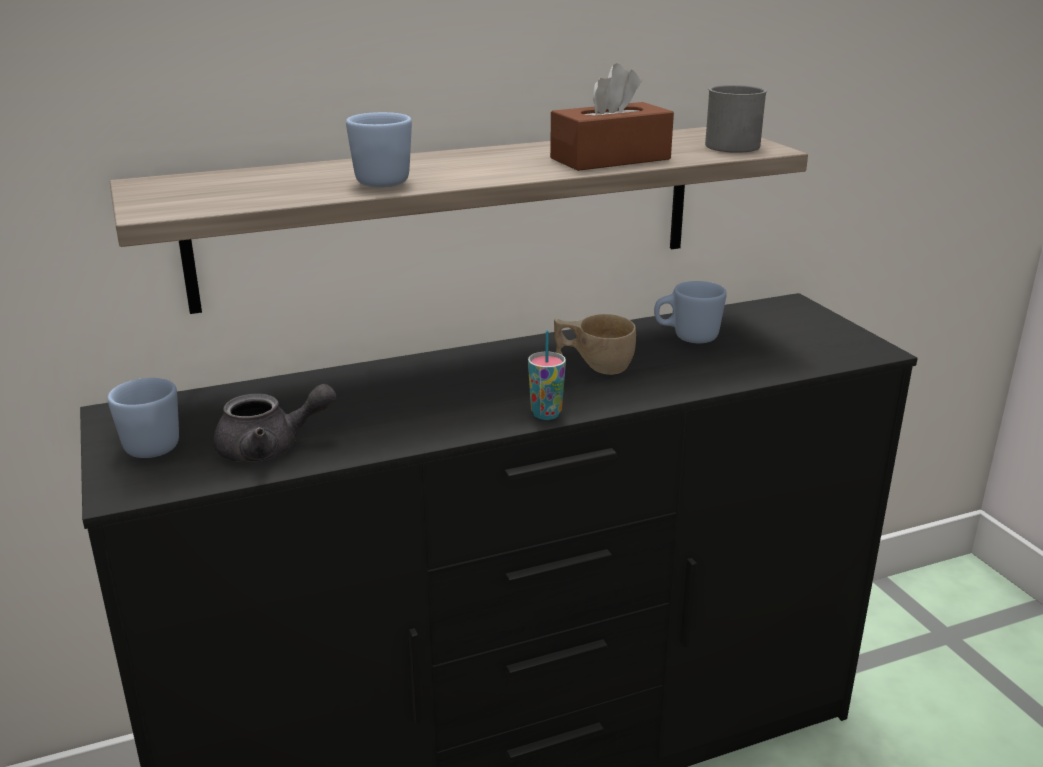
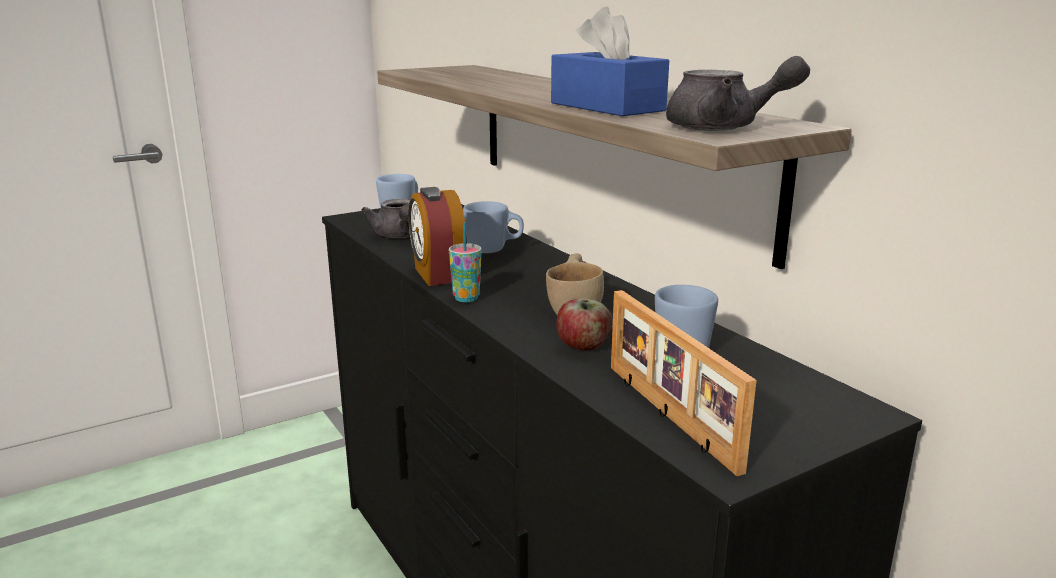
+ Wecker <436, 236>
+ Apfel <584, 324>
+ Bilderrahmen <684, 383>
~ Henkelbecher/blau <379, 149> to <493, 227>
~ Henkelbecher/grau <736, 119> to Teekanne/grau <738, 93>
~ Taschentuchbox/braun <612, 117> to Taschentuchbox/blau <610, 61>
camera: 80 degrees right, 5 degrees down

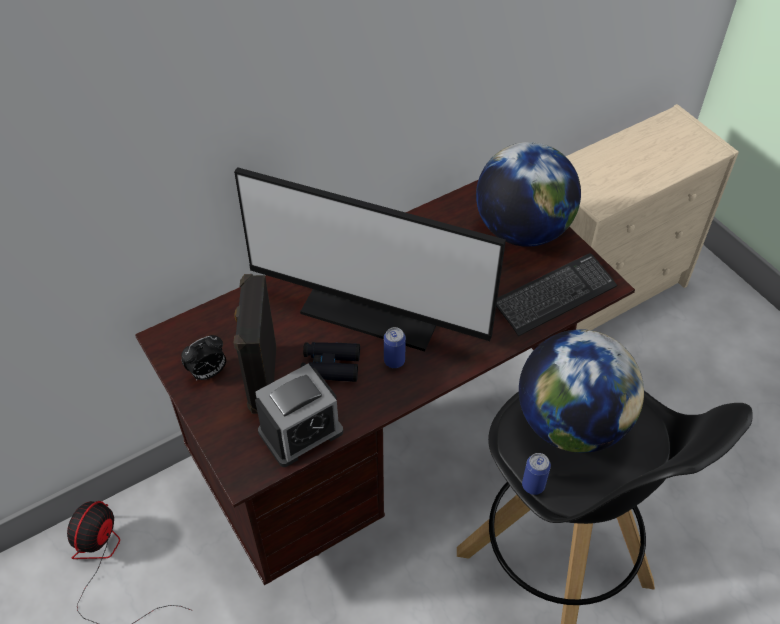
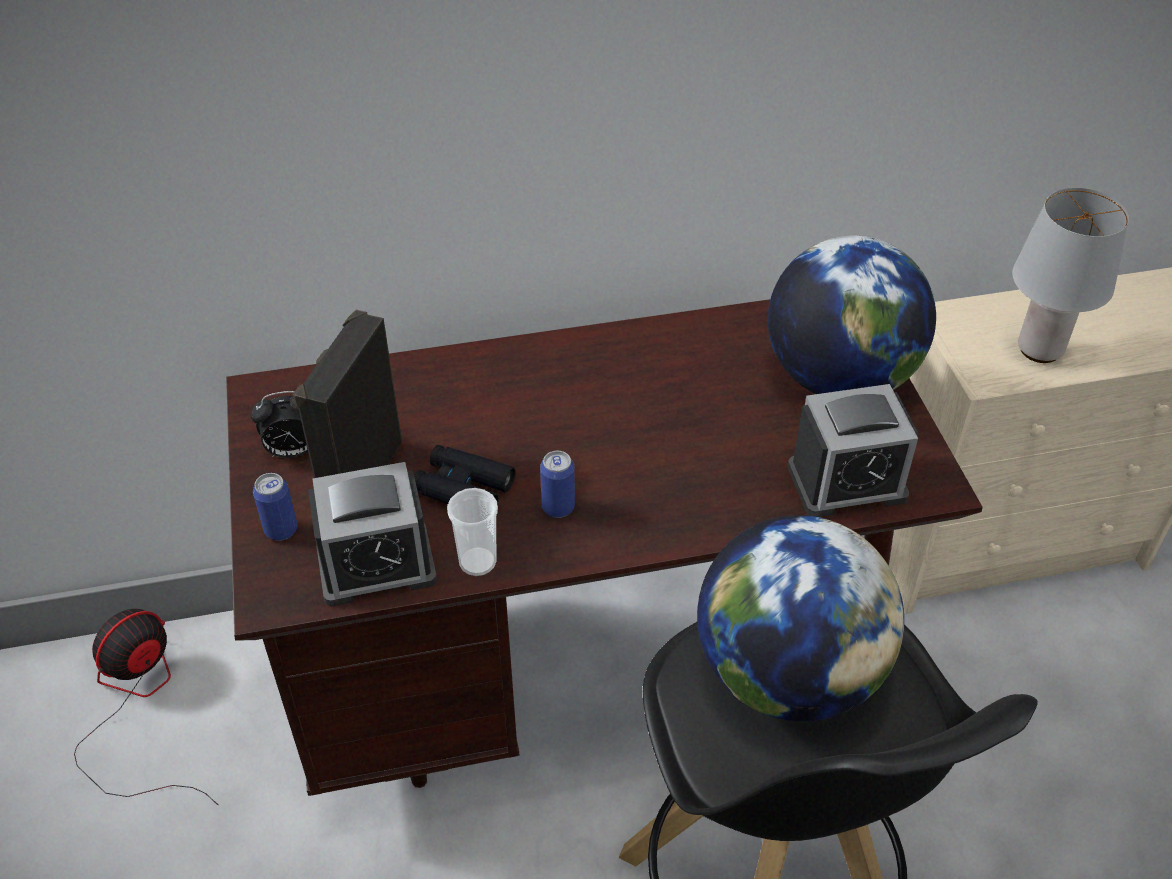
- Monitor <370, 259>
+ Tasse <472, 532>
+ Tischlampe/grau <1070, 275>
~ Dose <536, 474> to <275, 507>
~ Tastatur <556, 294> to Wecker <852, 450>
camera: 20 degrees right, 5 degrees down

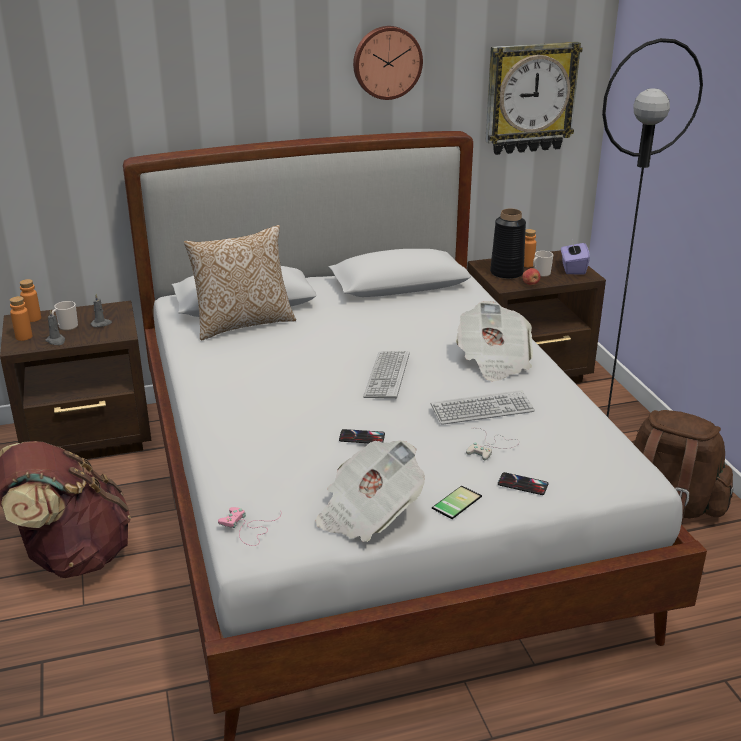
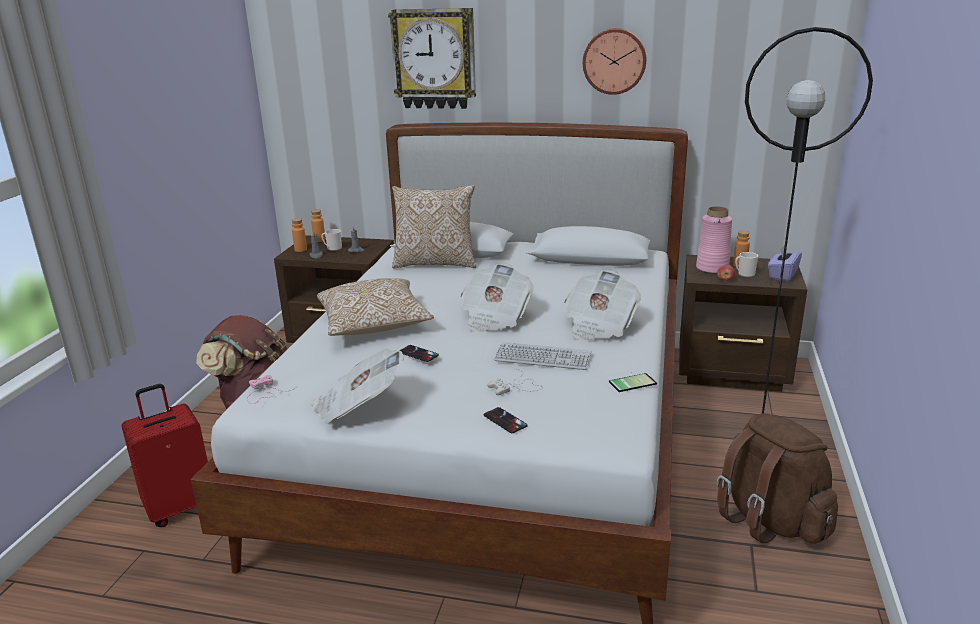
+ Koffer/rot <164, 455>
+ Kissen <375, 307>
~ Handy <457, 502> to <633, 382>
~ Wanduhr <534, 98> to <432, 58>
~ Tastatur <386, 375> to Zeitung <497, 297>
~ Vase/schwarz <508, 244> to Vase/rosa <714, 240>
camera: 30 degrees right, 5 degrees down

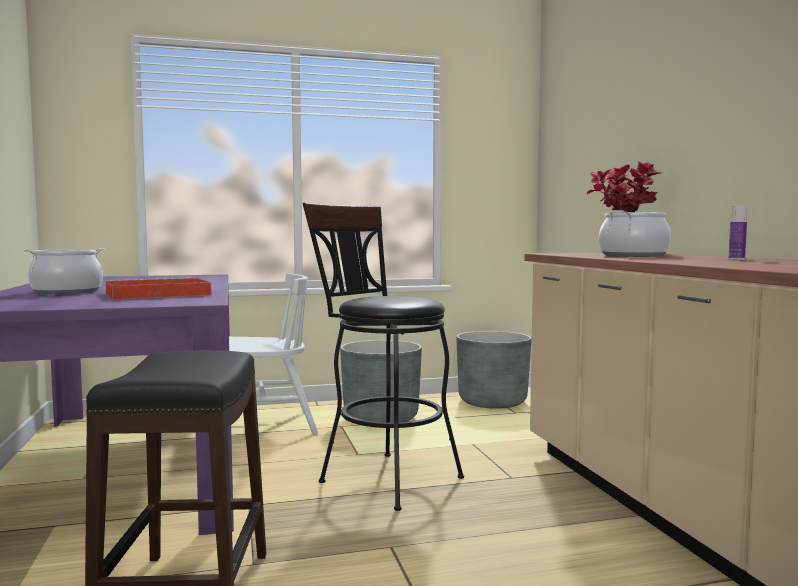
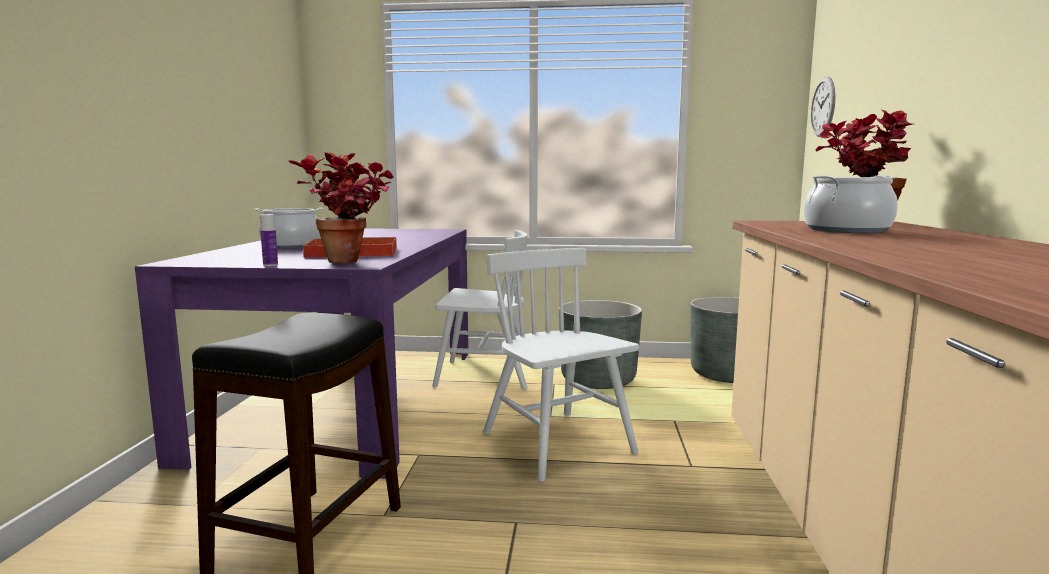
+ Topfpflanze <341, 207>
+ Wanduhr <823, 107>
~ Flasche <738, 233> to <269, 240>
~ Hocker/schwarz <383, 356> to Stuhl/weiß <561, 365>
camera: 20 degrees right, 5 degrees up

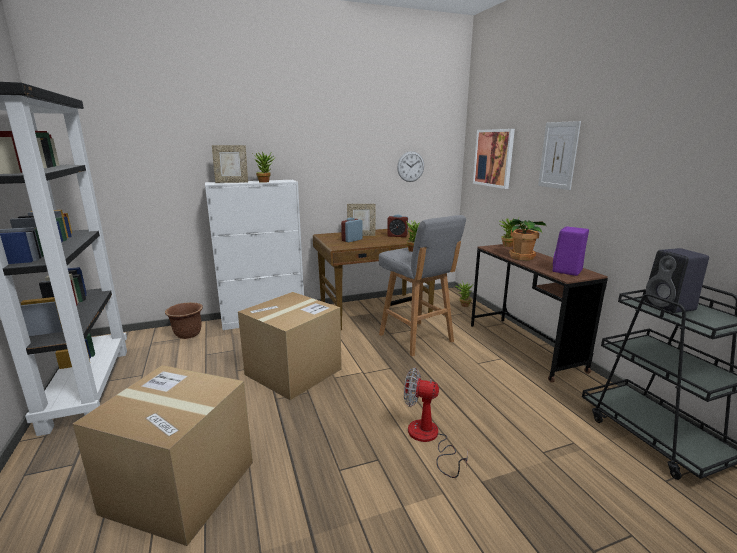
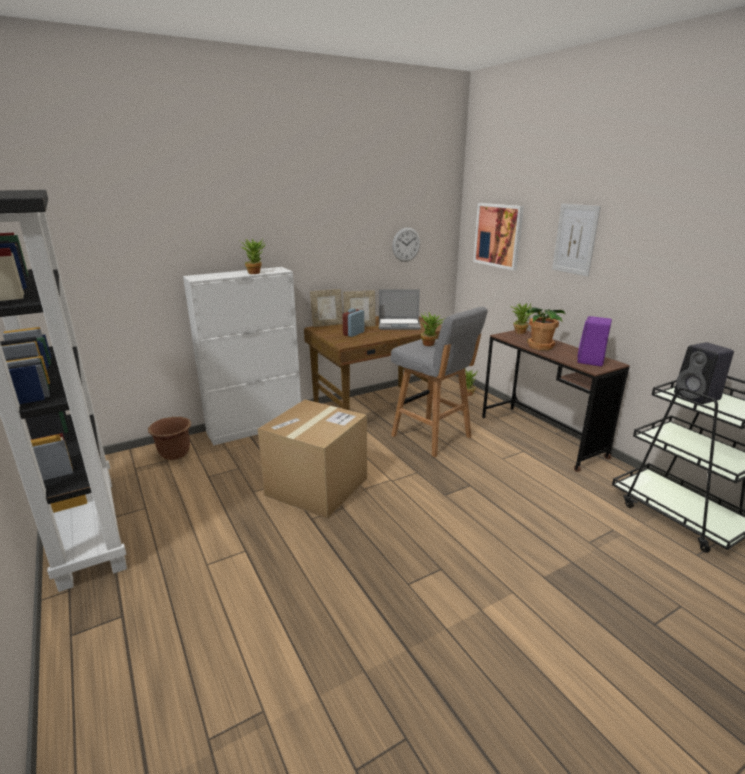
- Karton <163, 455>
- Ventilator <436, 423>
~ Bilderrahmen <230, 164> to <326, 308>
~ Wecker <397, 226> to Laptop <400, 309>
camera: 10 degrees left, 5 degrees up

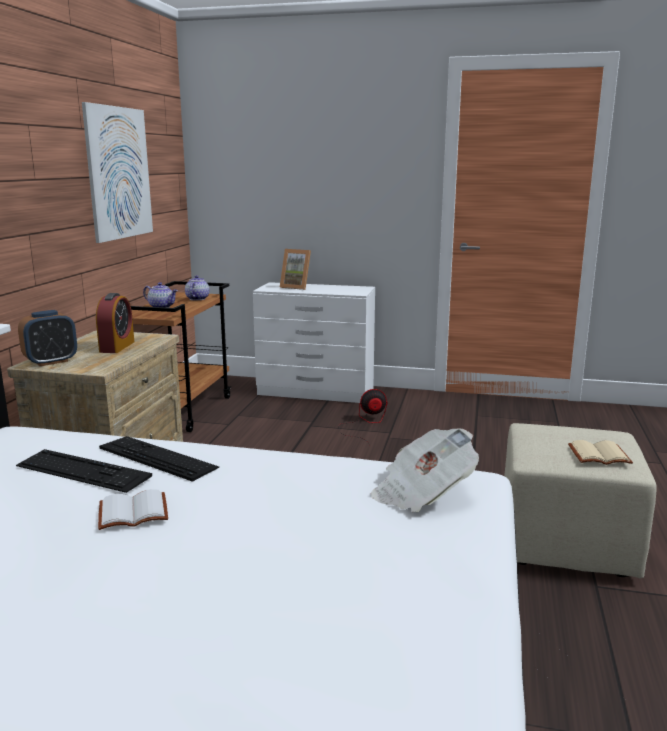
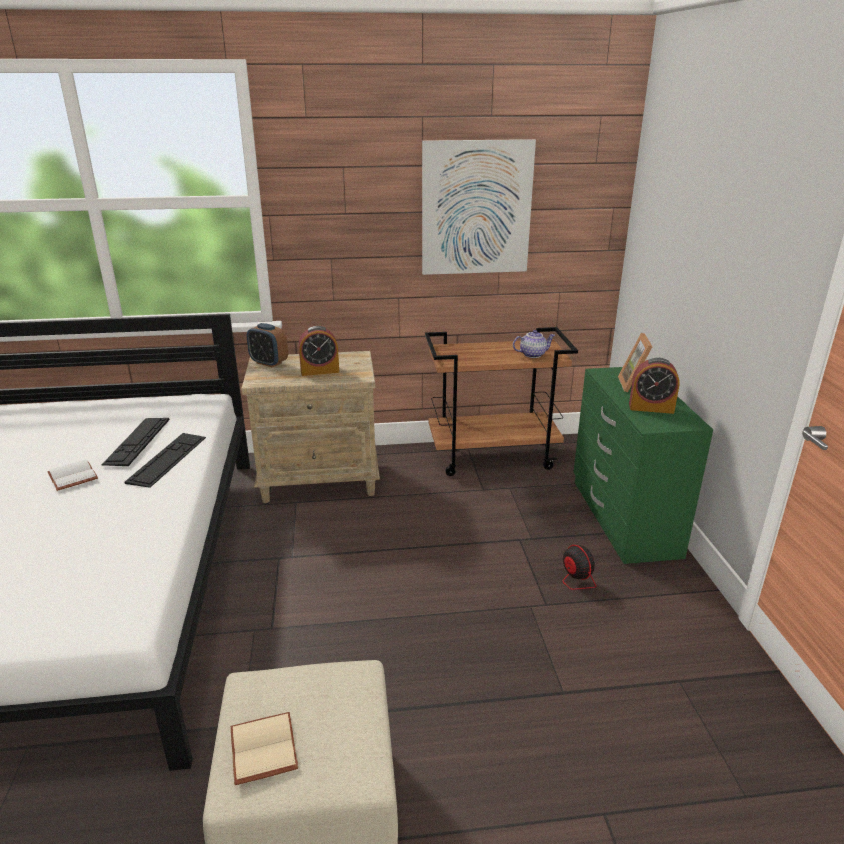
- Teekanne <160, 295>
- Zeitung <425, 470>
+ Wecker <654, 386>
~ Kommode/weiß <314, 342> to Kommode/grün <643, 465>
camera: 70 degrees right, 10 degrees up

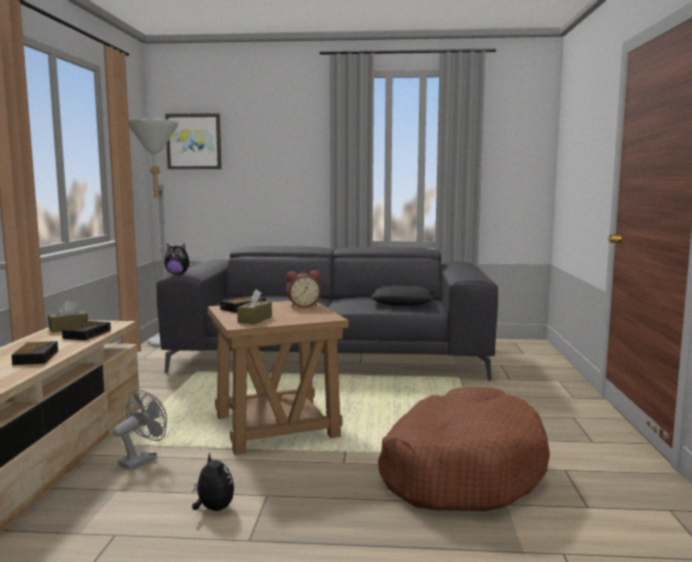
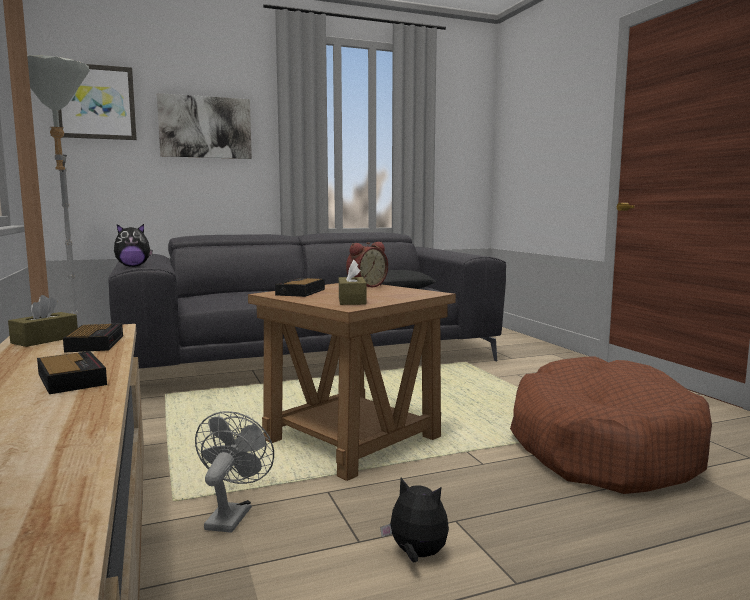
+ Bild <204, 126>
camera: 25 degrees left, 0 degrees up

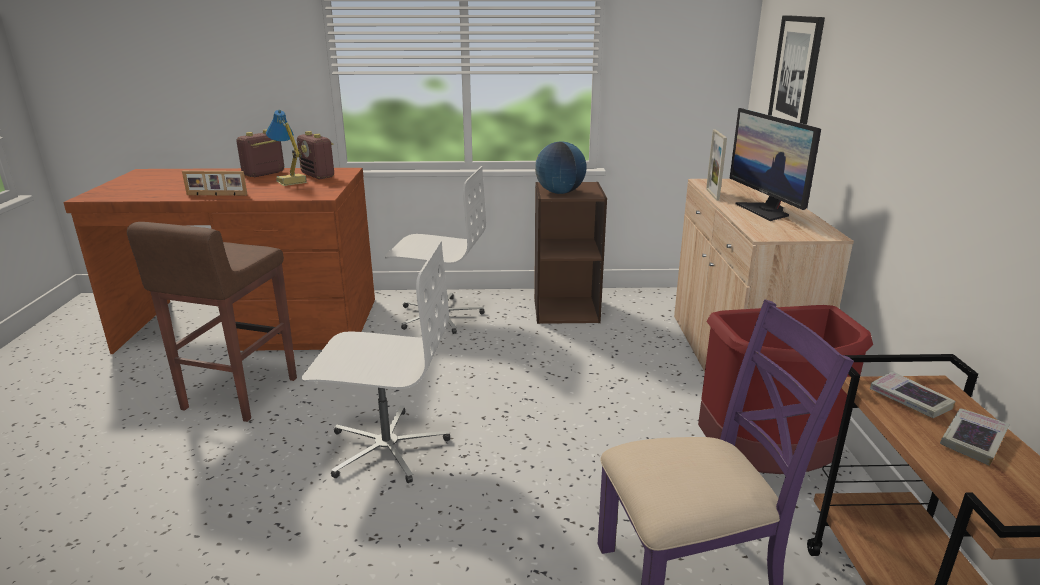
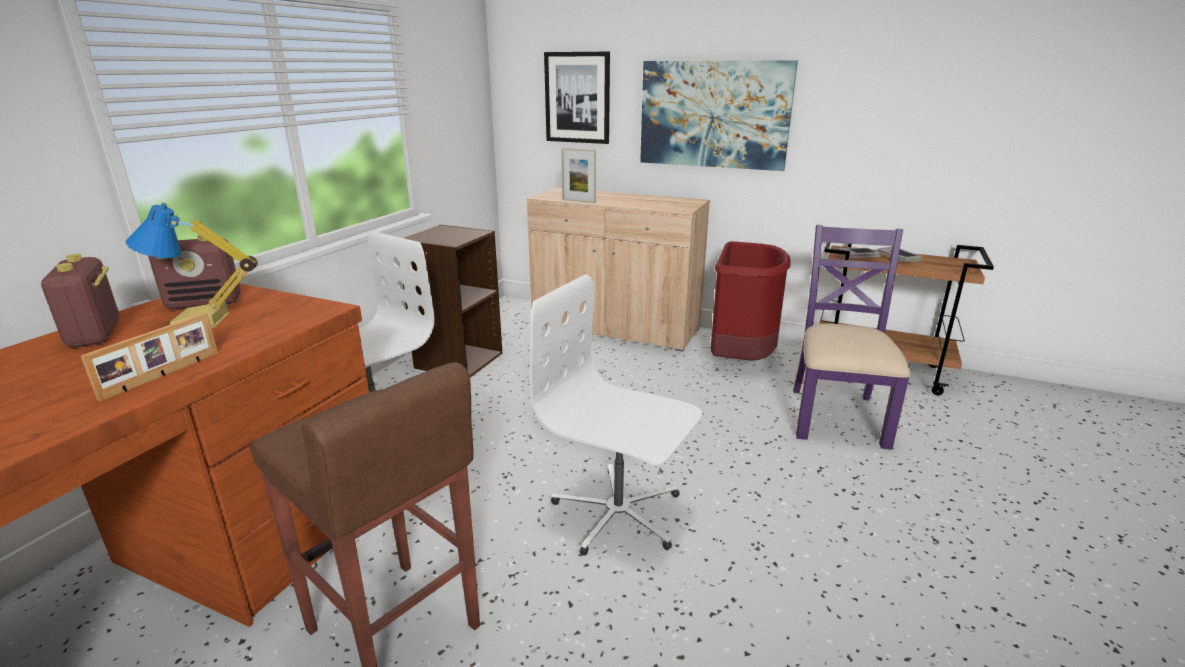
- Globus <561, 167>
- Monitor <775, 164>
+ Bild <719, 116>
~ Bürostuhl/weiß <376, 361> = <616, 415> 90 degrees counterclockwise
camera: 65 degrees left, 0 degrees up

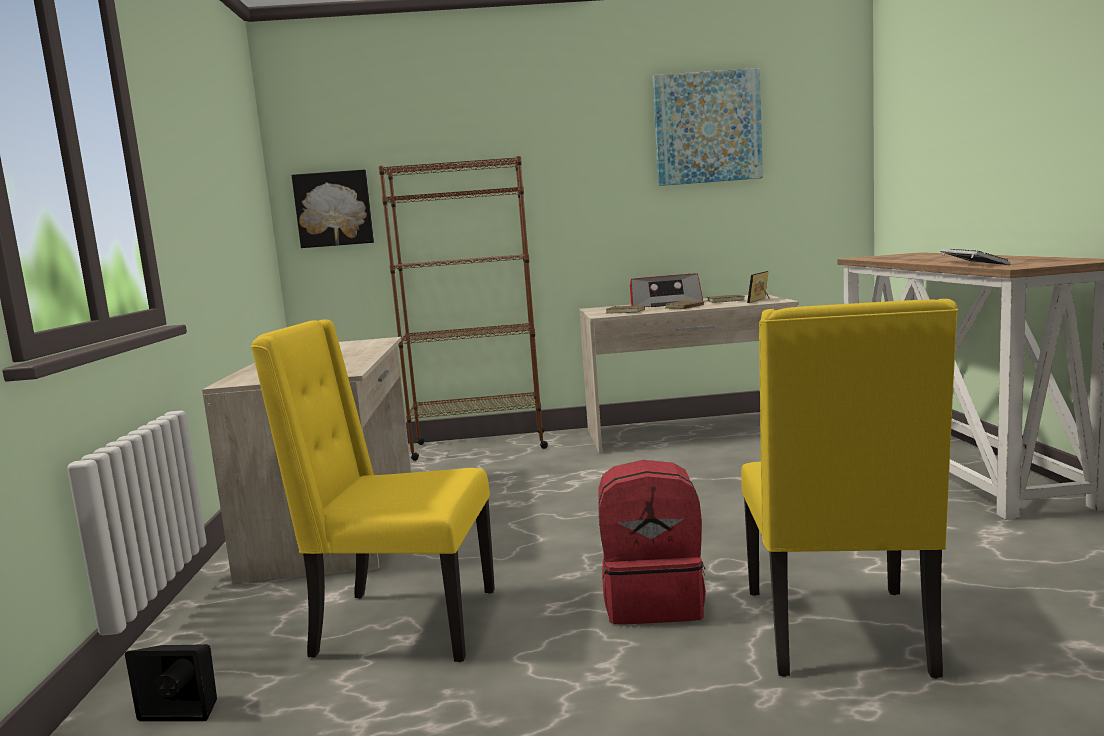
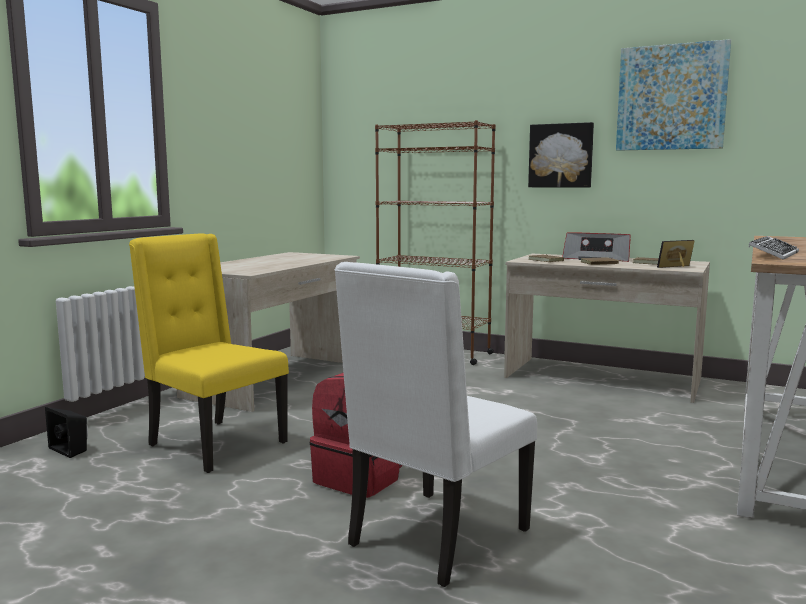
~ Bild <333, 209> to <561, 155>
~ Stuhl/gelb <849, 489> to Stuhl/weiß <436, 424>
camera: 30 degrees right, 0 degrees up

